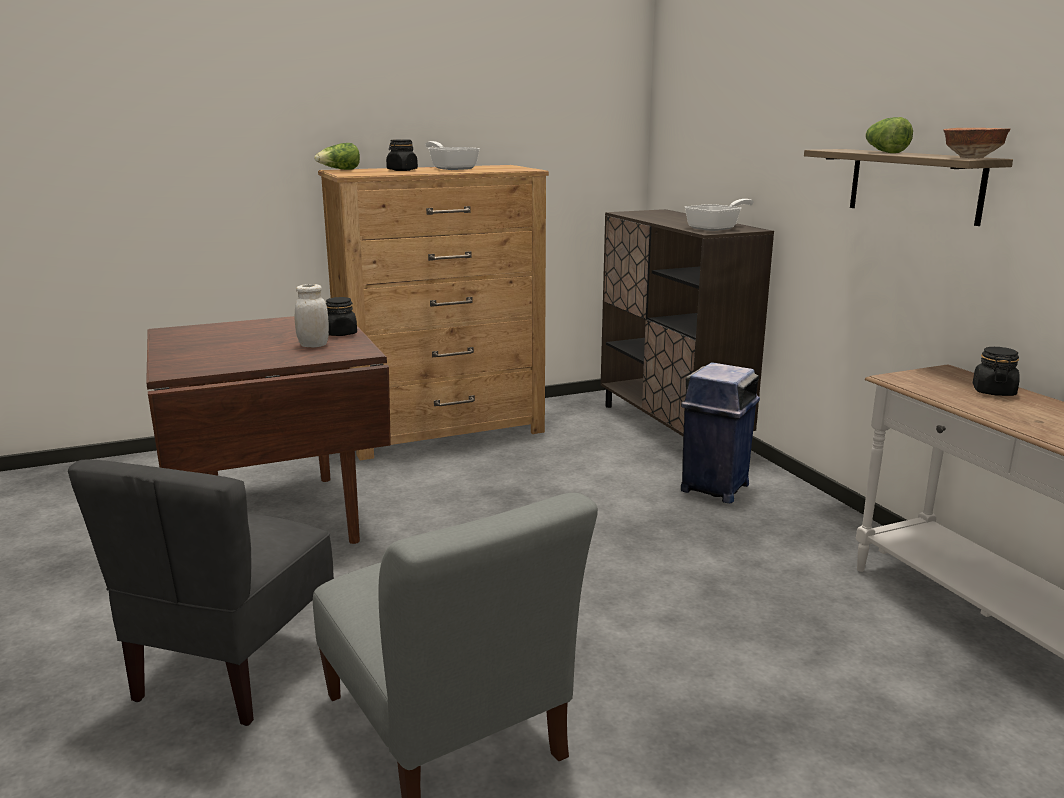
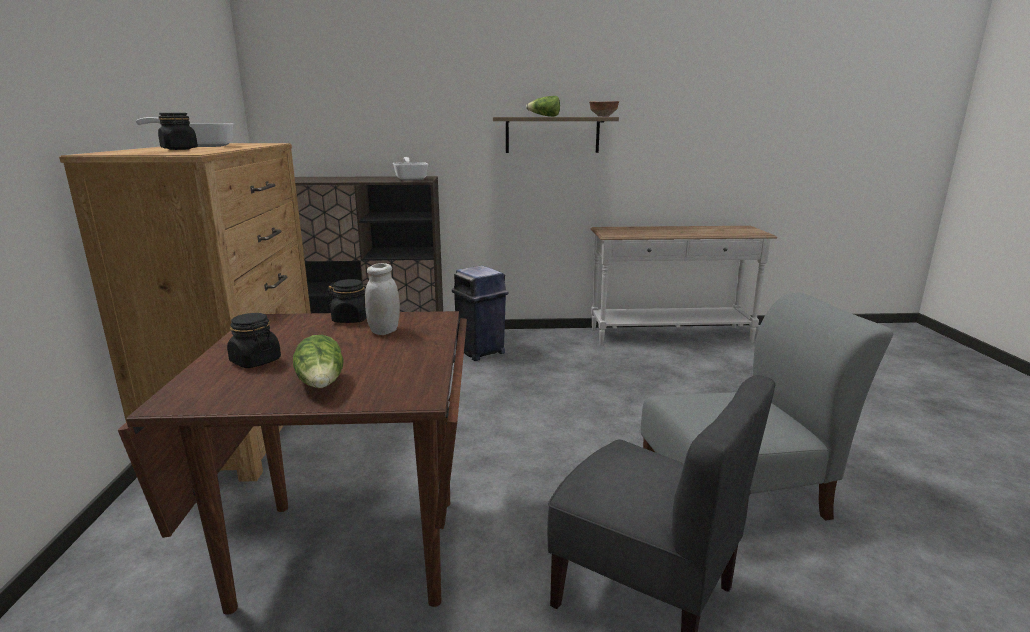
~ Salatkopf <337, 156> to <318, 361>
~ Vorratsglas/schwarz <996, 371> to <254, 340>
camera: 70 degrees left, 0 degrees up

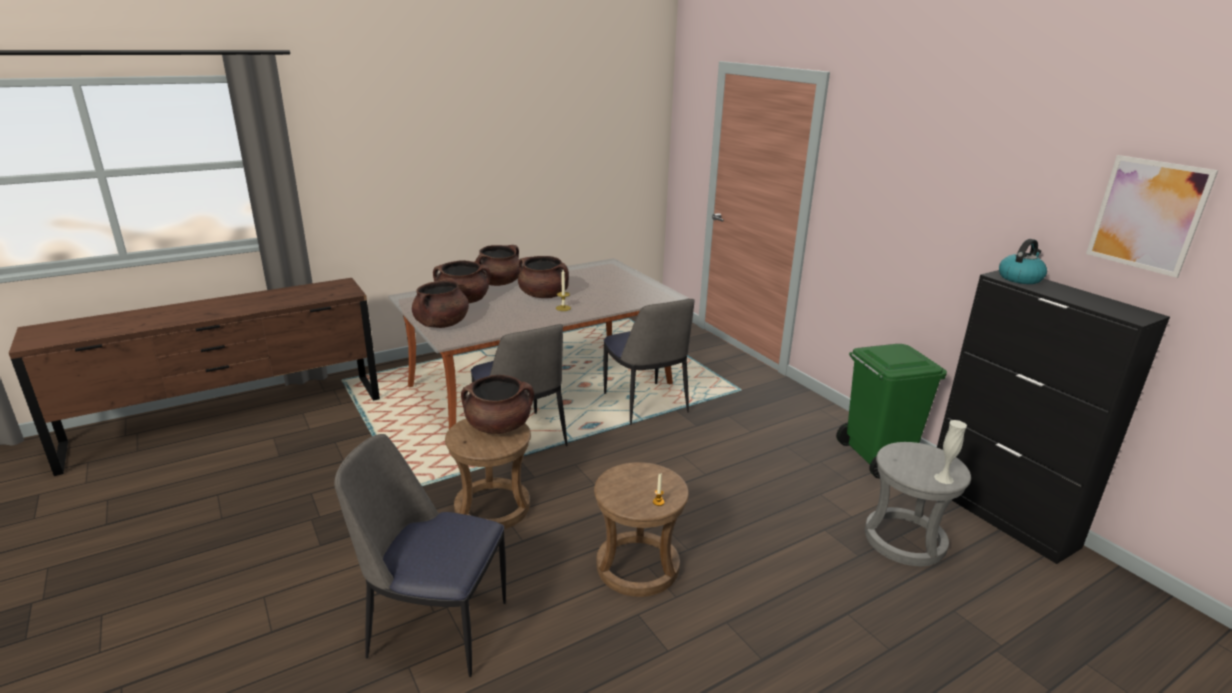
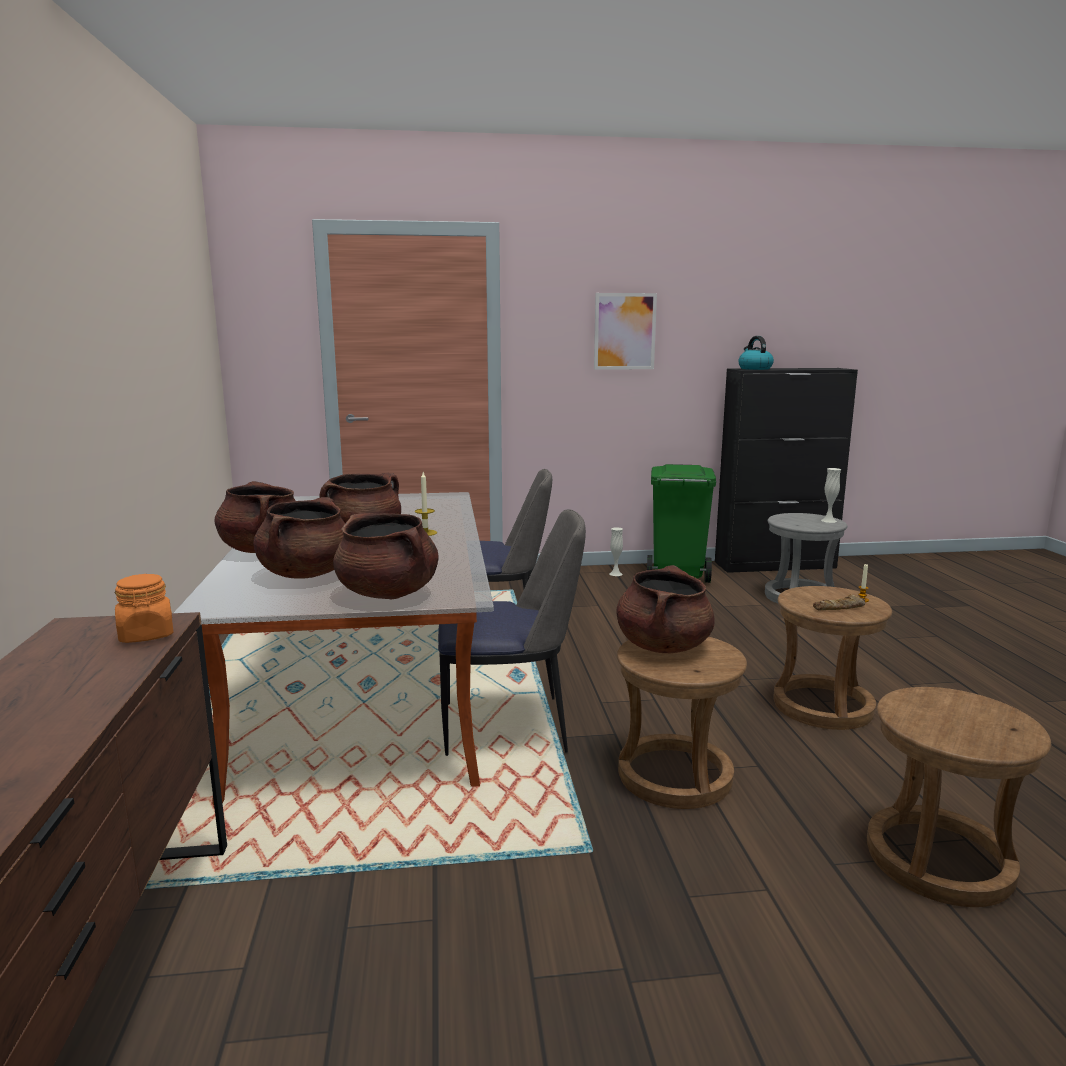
+ Vorratsglas/orange <144, 608>
+ Vase/weiß <616, 551>
+ Brot <839, 602>
~ Bild <1152, 216> to <625, 331>
~ Stuhl <420, 555> to Hocker/braun <959, 797>
camera: 65 degrees left, 10 degrees down

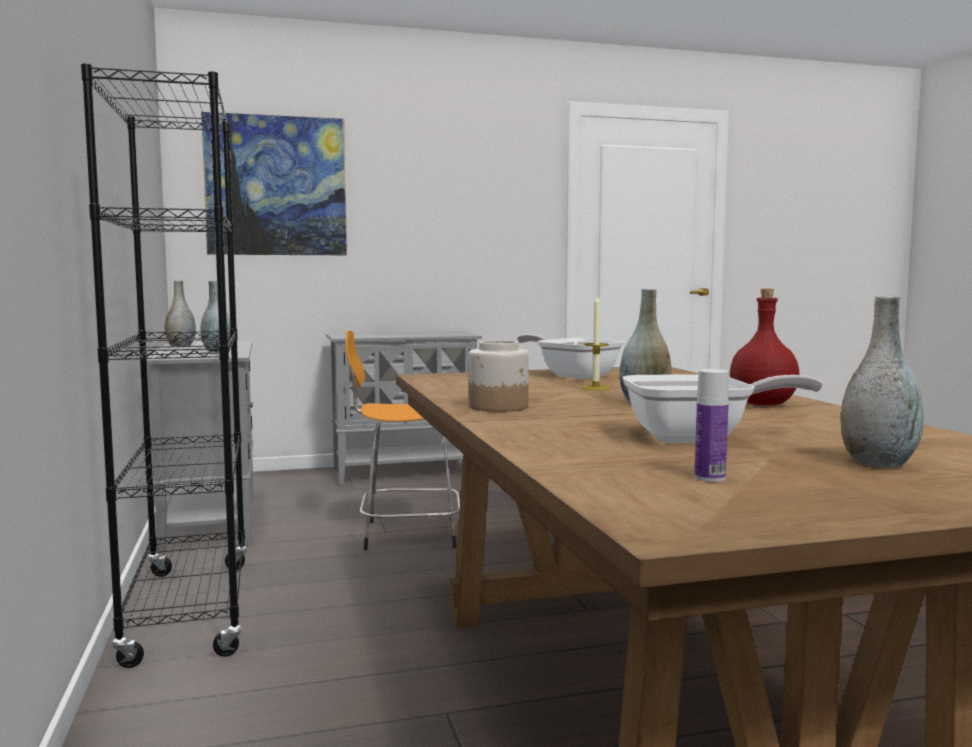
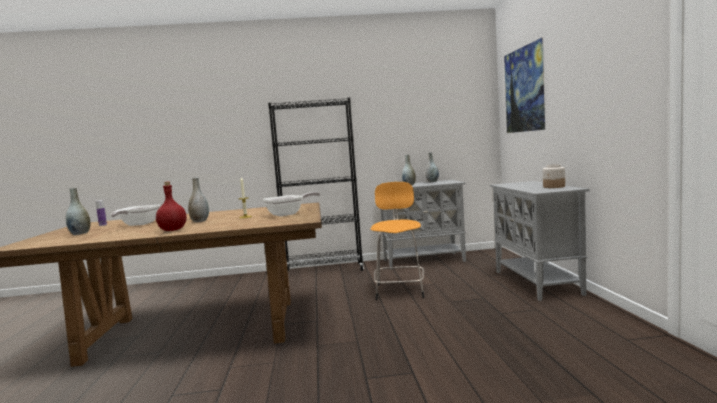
~ Vorratsglas <499, 376> to <554, 176>
camera: 100 degrees right, 0 degrees up

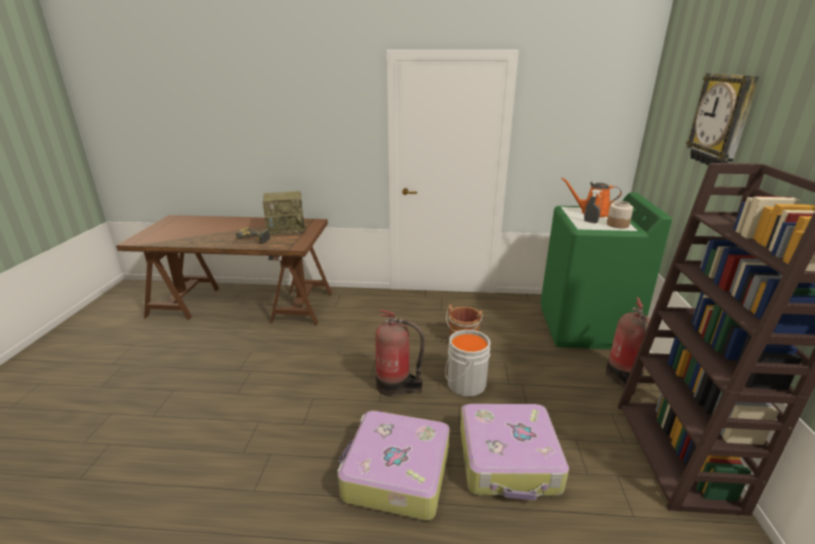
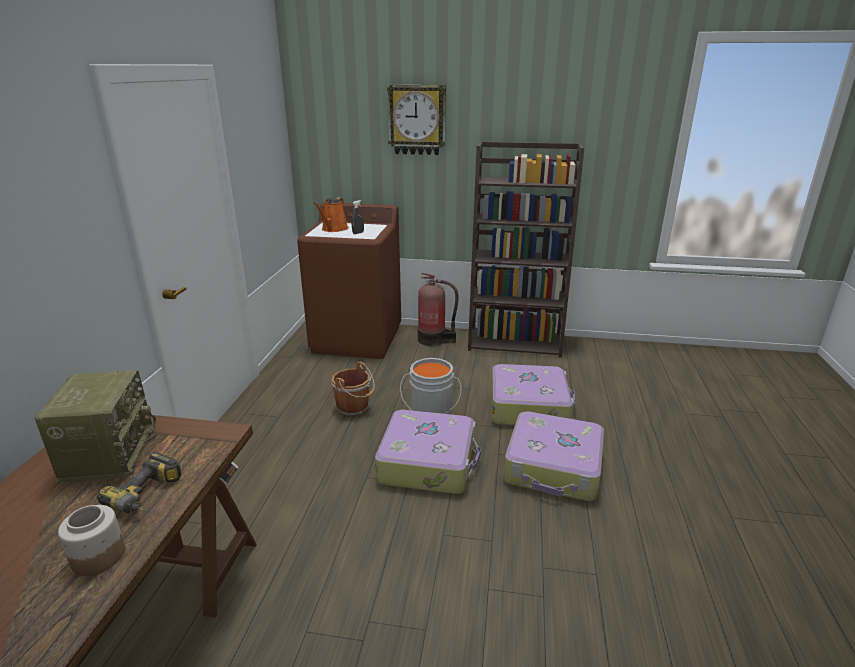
~ Vorratsglas <620, 214> to <91, 540>
~ Feuerlöscher <400, 353> to Koffer <428, 452>
~ Waschmaschine/grün <606, 270> to Waschmaschine/braun <349, 281>
camera: 85 degrees left, 0 degrees up

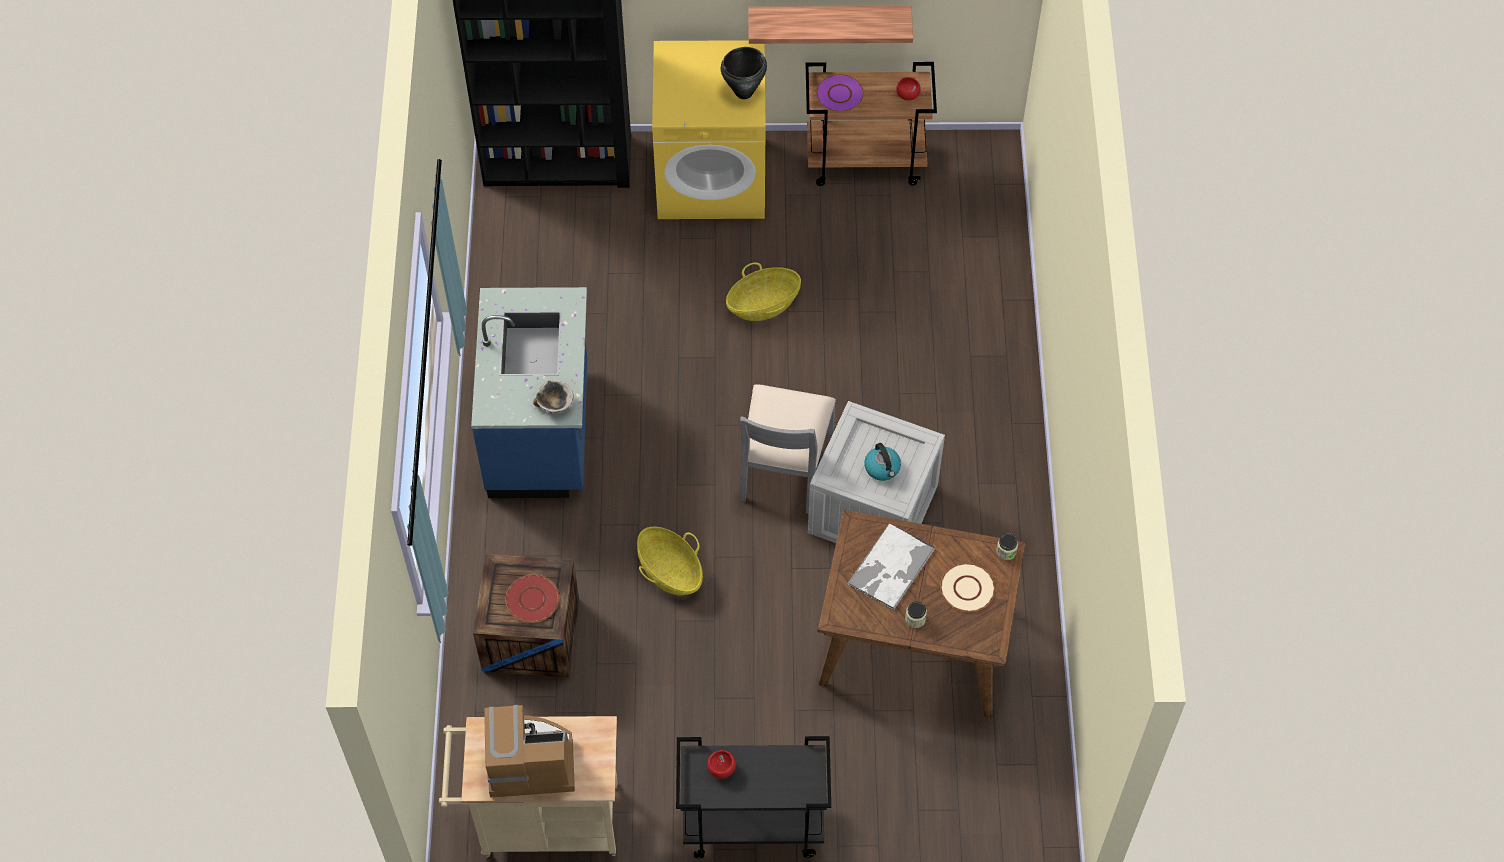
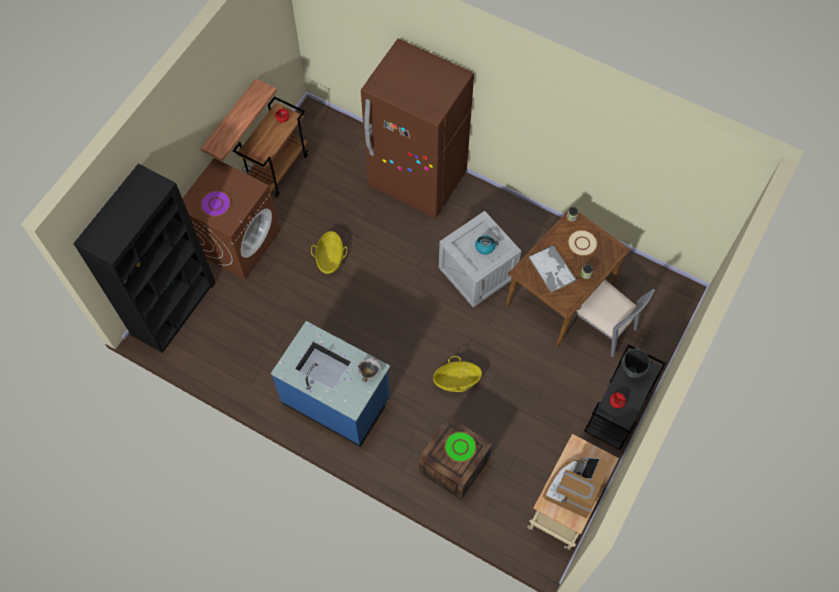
+ Kühlschrank/braun <417, 129>
~ Kochtopf/schwarz <744, 73> to <635, 363>
~ Stuhl/grau <788, 449> to <612, 318>
~ Teller/lila <840, 93> to <216, 203>
~ Teller/rot <532, 598> to Teller/grün <460, 447>
~ Waschmaschine/gelb <709, 129> to Waschmaschine/braun <231, 219>
camera: 60 degrees left, 5 degrees up

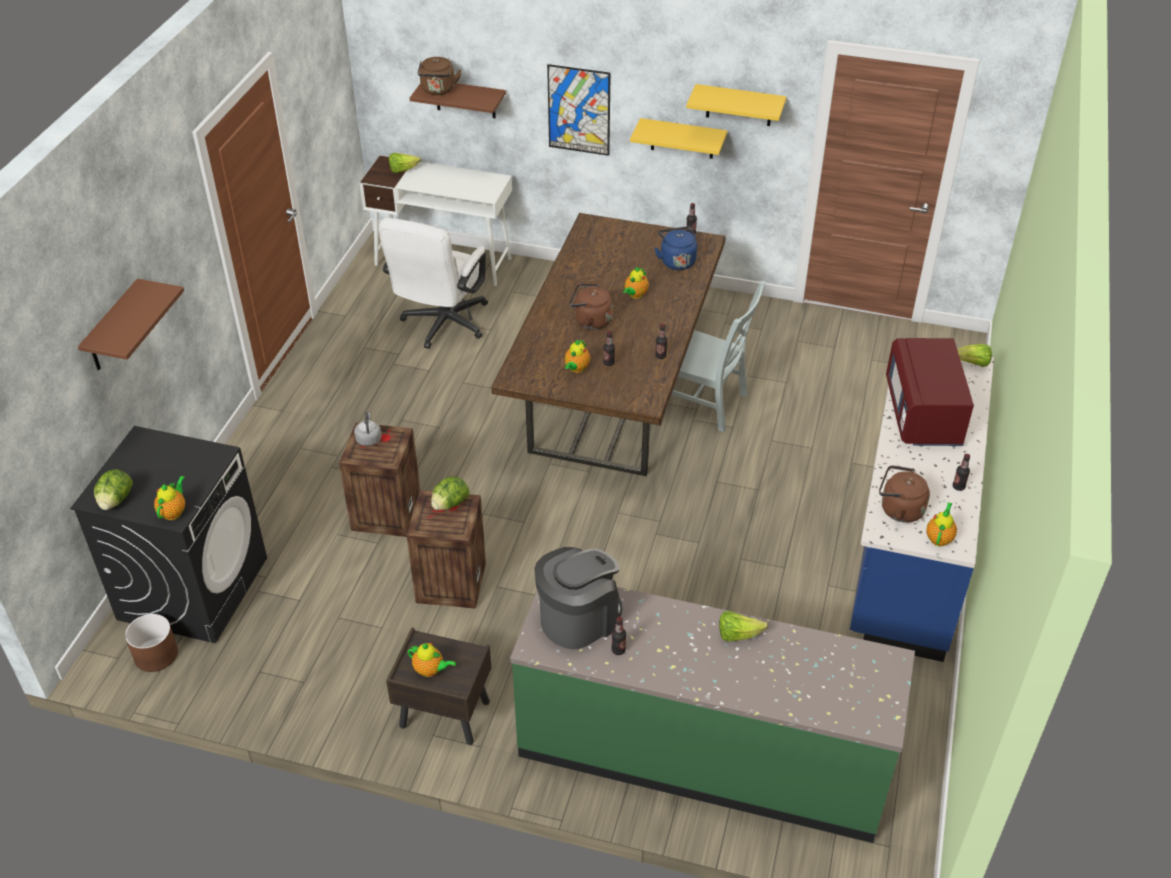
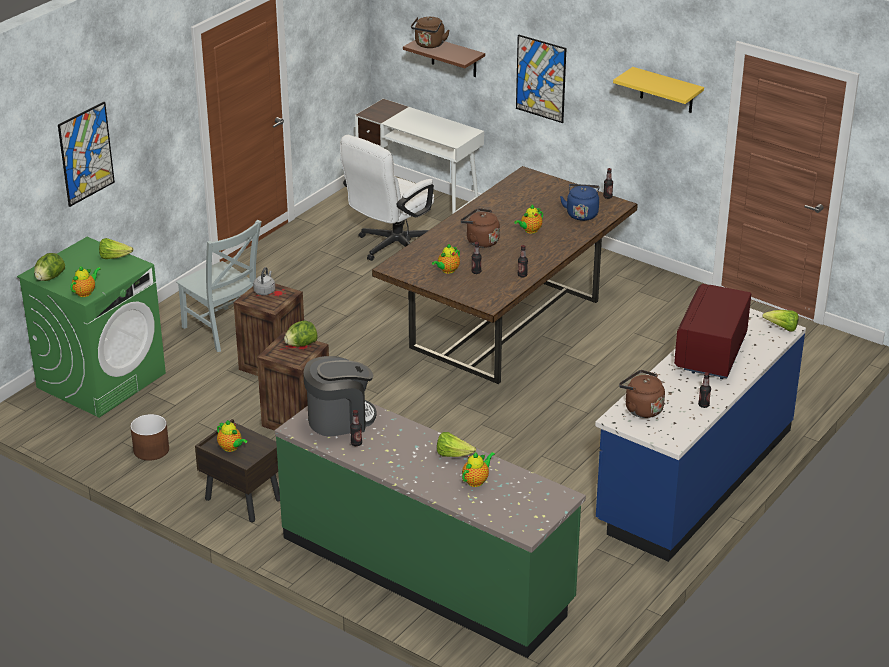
- Wandregal/gelb <678, 138>
~ Pflanzkübel/braun <151, 643> to <149, 437>
~ Salatkopf <405, 163> to <116, 248>
~ Stuhl/grau <716, 356> to <219, 286>
~ Teekanne <941, 524> to <478, 469>
~ Wandregal/braun <131, 324> to Bild <86, 154>
~ Waschmaschine/schwarz <168, 534> to Waschmaschine/grün <91, 327>
camera: 20 degrees right, 10 degrees down

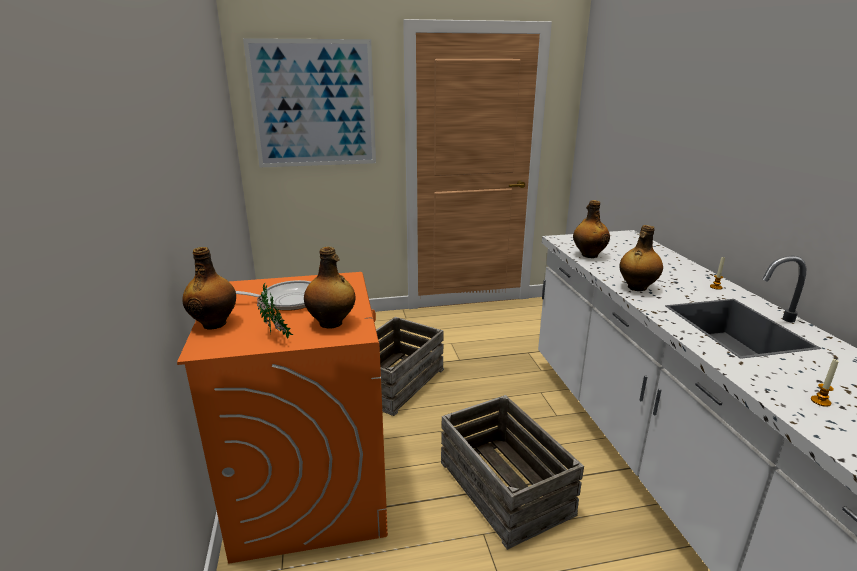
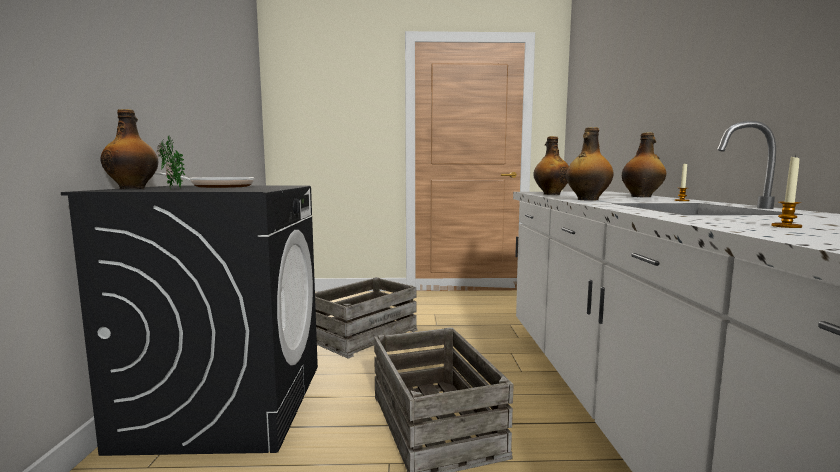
- Bild <309, 102>
~ Flasche <329, 287> to <644, 164>
~ Waschmaschine/orange <282, 418> to Waschmaschine/schwarz <189, 320>
camera: 10 degrees right, 15 degrees down

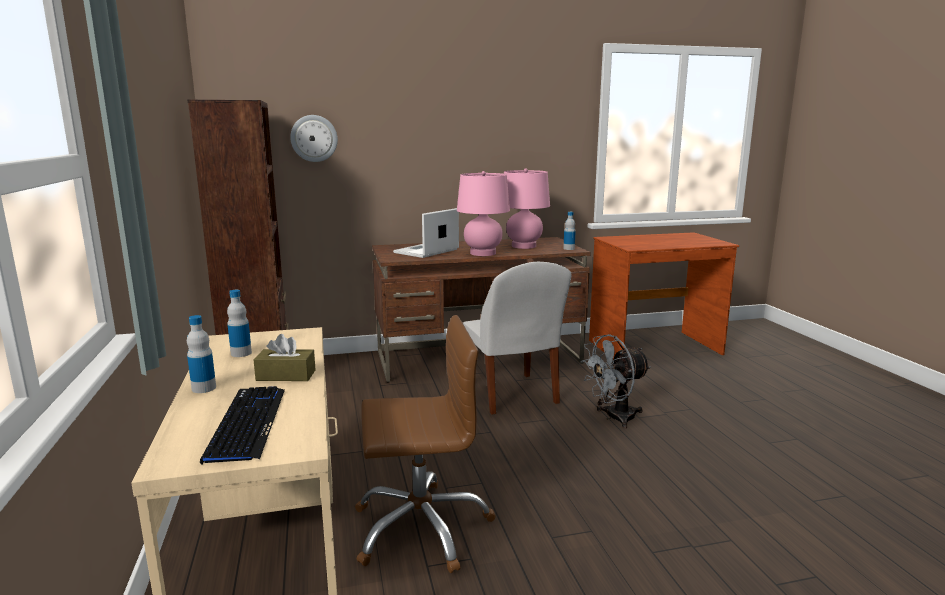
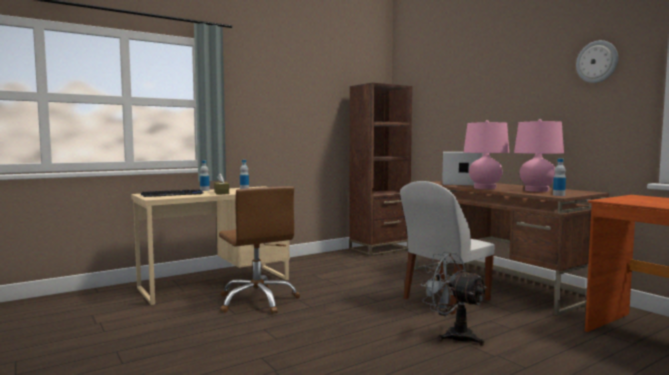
~ Wanduhr <314, 138> to <597, 61>
camera: 70 degrees right, 10 degrees down

